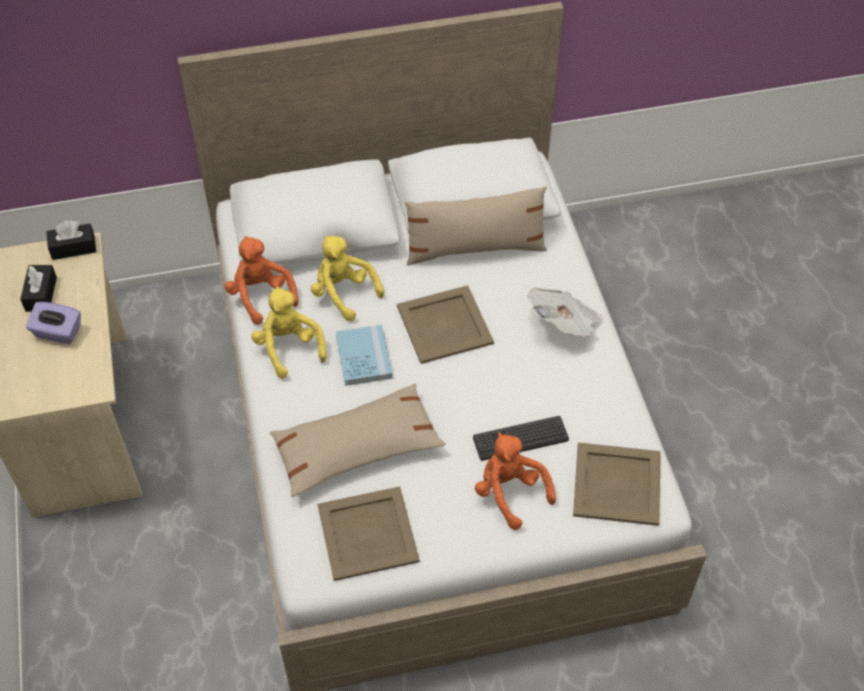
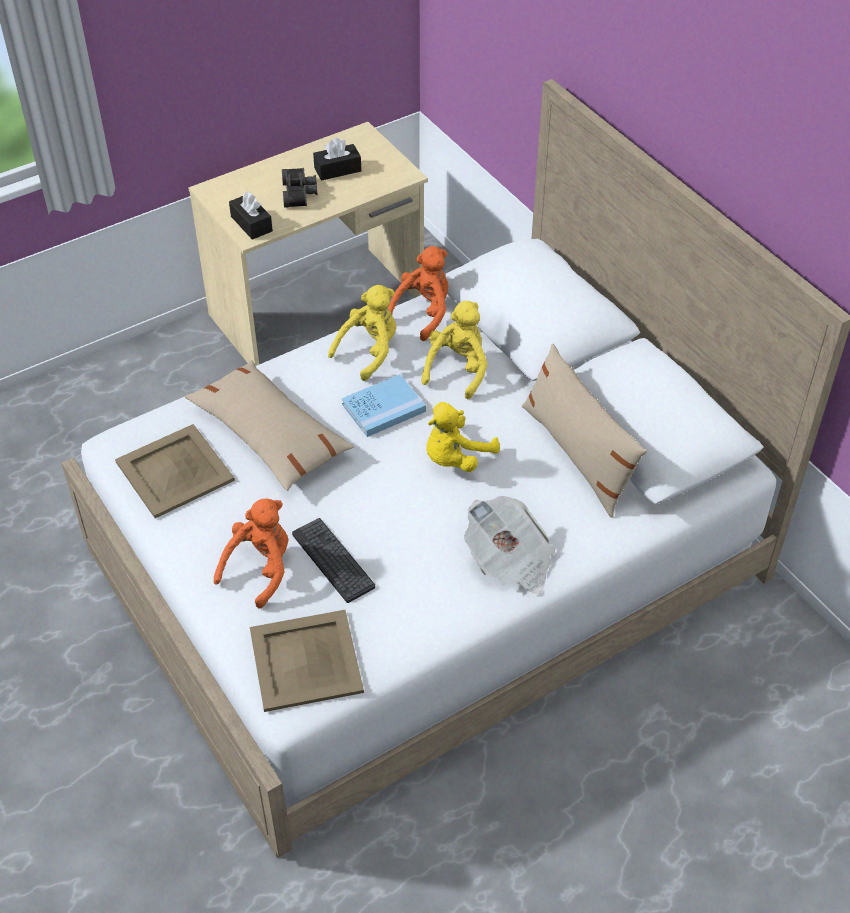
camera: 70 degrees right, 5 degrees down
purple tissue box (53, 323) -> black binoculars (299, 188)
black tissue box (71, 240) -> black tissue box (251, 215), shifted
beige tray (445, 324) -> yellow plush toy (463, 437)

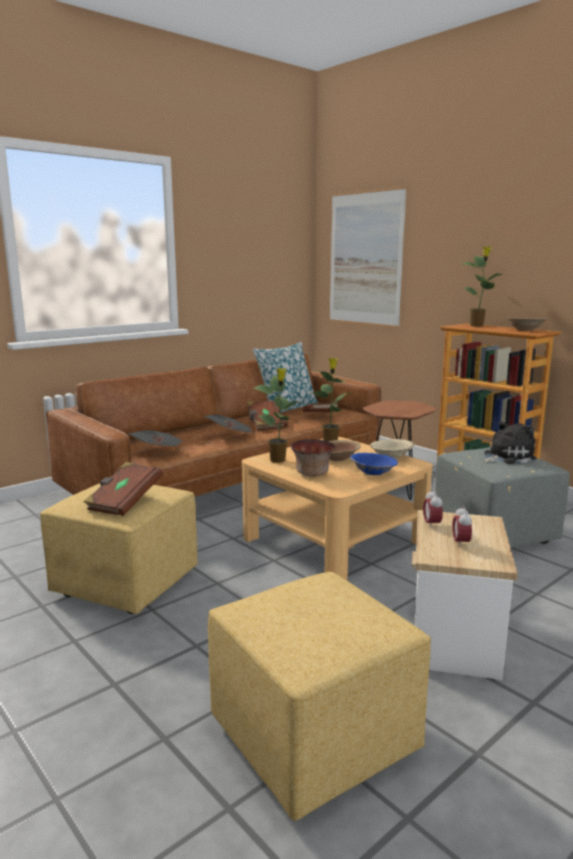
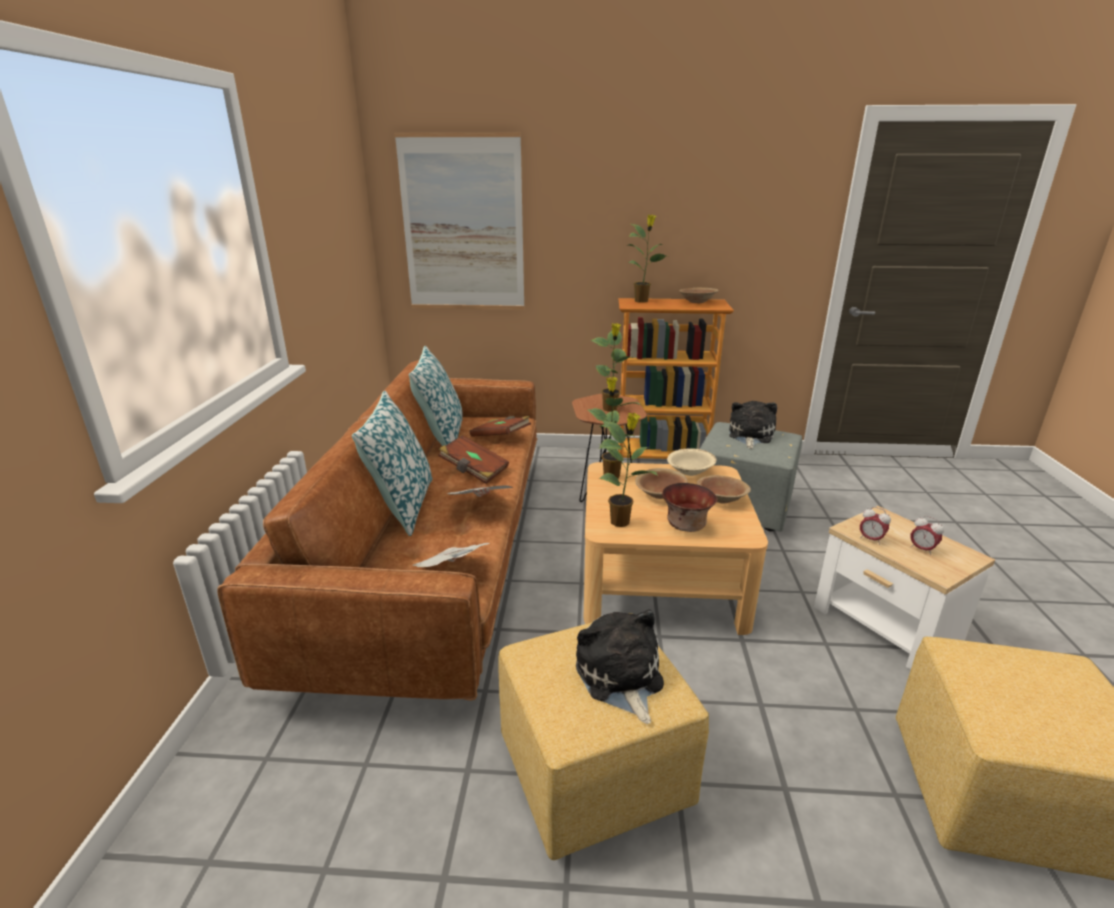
camera: 45 degrees left, 10 degrees up
brown book (123, 489) -> plush toy (620, 666)
blue bowl (374, 464) -> brown bowl (724, 489)
none -> pillow (392, 463)
none -> potted plant (612, 367)

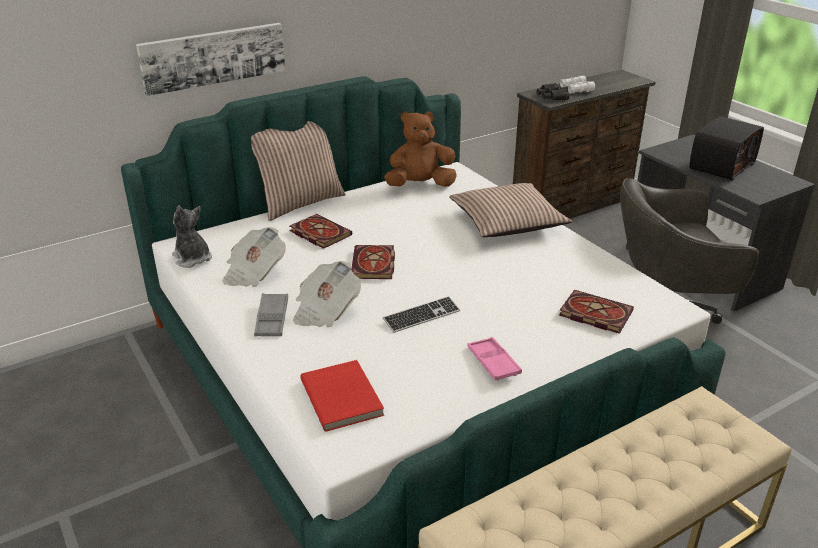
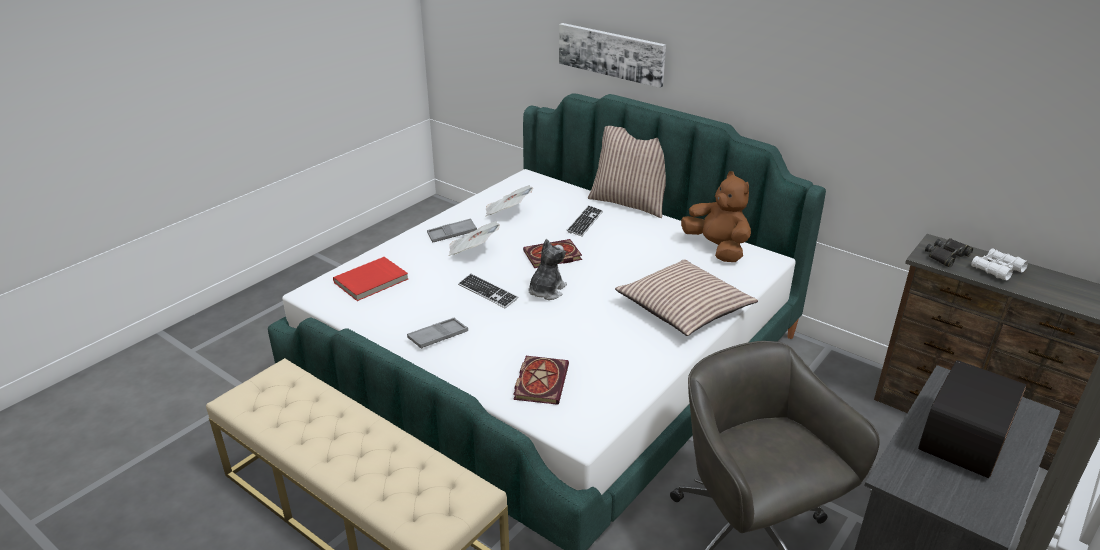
camera: 70 degrees right, 0 degrees up
plush toy (192, 236) -> plush toy (547, 269), shifted
book (320, 231) -> keyboard (584, 221)
pink tray (494, 358) -> grey tray (437, 333)
radio (726, 148) -> radio (972, 419), 105 degrees clockwise

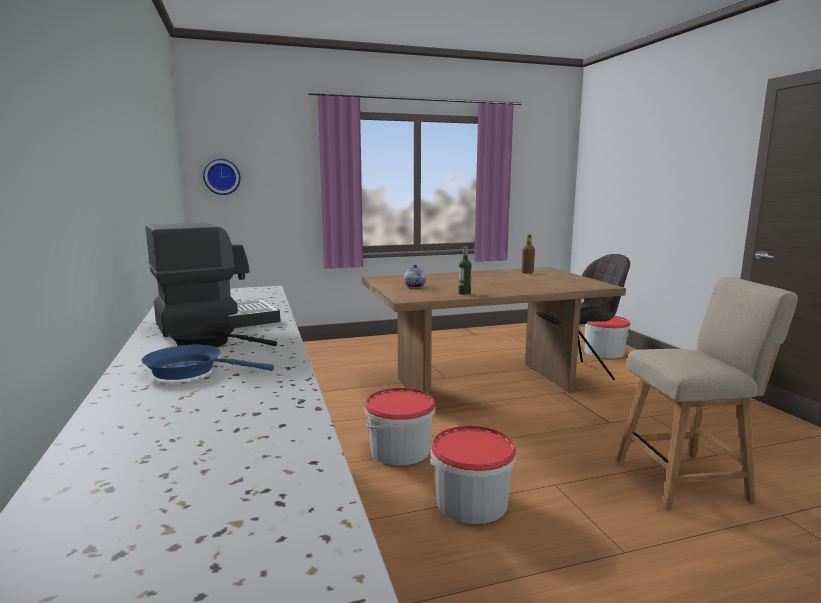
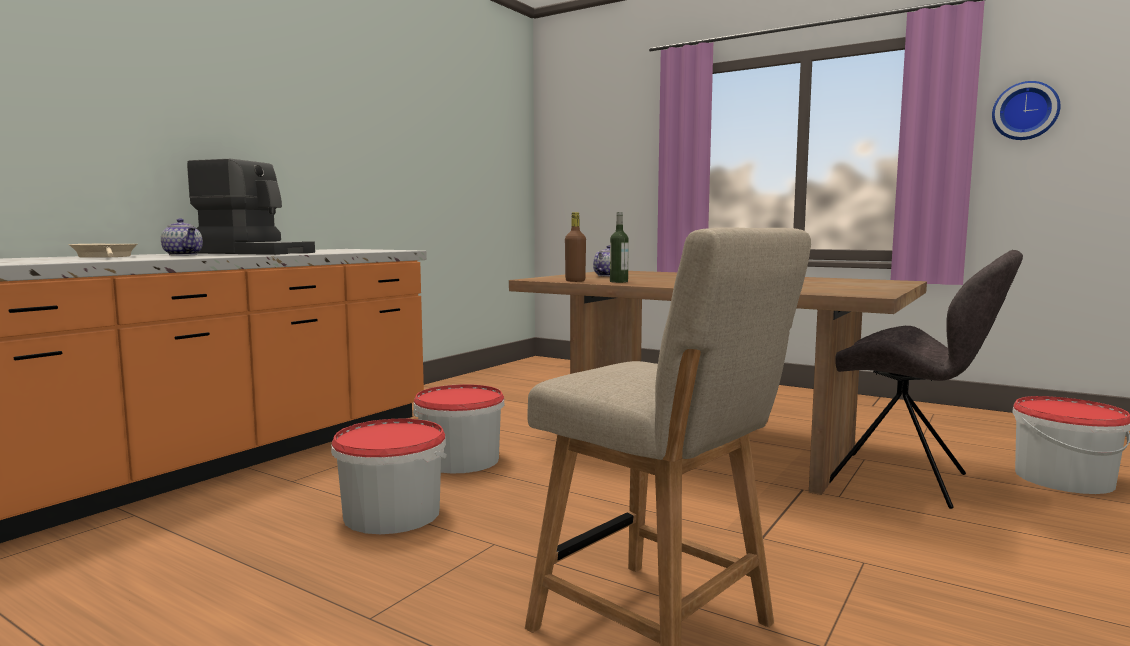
camera: 50 degrees right, 5 degrees down
blue frying pan (208, 362) -> beige frying pan (103, 251)
black frying pan (222, 334) -> teapot (182, 237)
wall clock (222, 177) -> wall clock (1026, 110), shifted
brown bottle (528, 254) -> brown bottle (575, 247), shifted

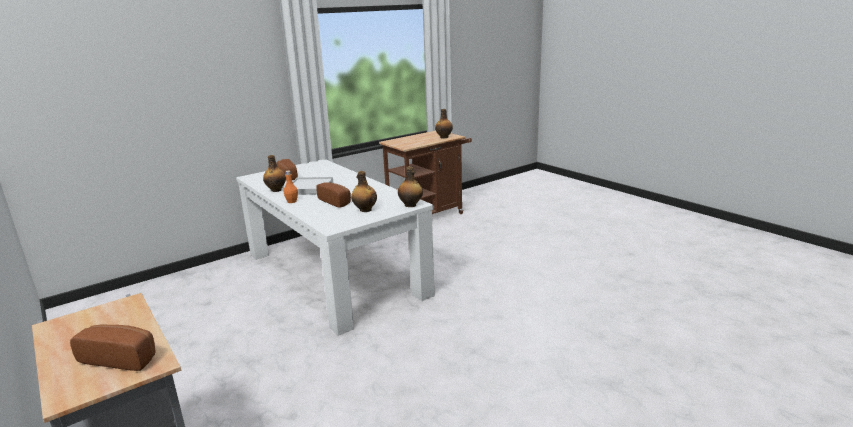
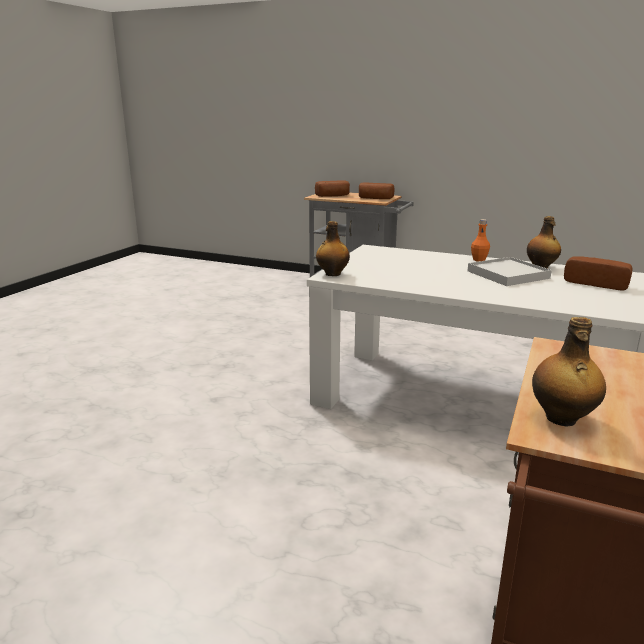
camera: 150 degrees right, 0 degrees up
bread (333, 195) -> bread (377, 191), shifted
bottle (364, 191) -> none

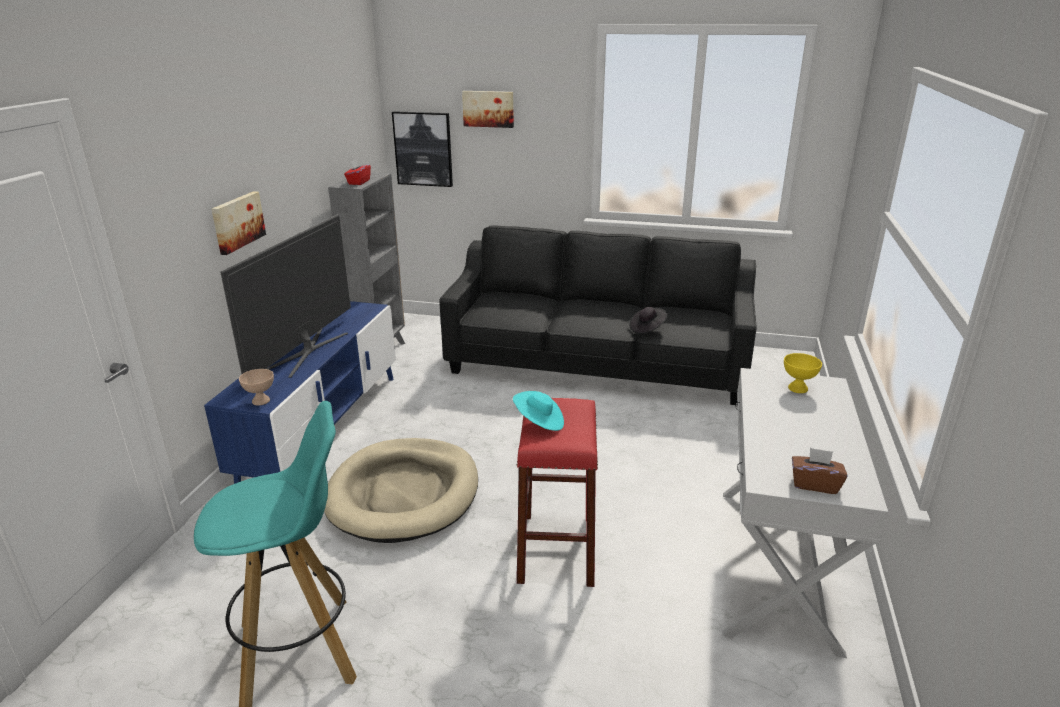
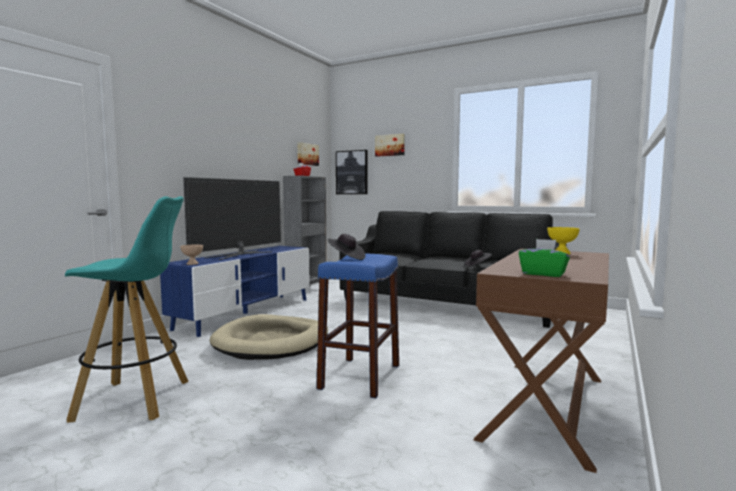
camera: 15 degrees right, 20 degrees down
picture (238, 223) -> picture (308, 154), shifted
turquoise hat (538, 411) -> black hat (347, 247)
red stool (557, 492) -> blue stool (357, 325)
white console table (805, 513) -> brown console table (541, 361)
brown tissue box (819, 471) -> green tissue box (544, 258)

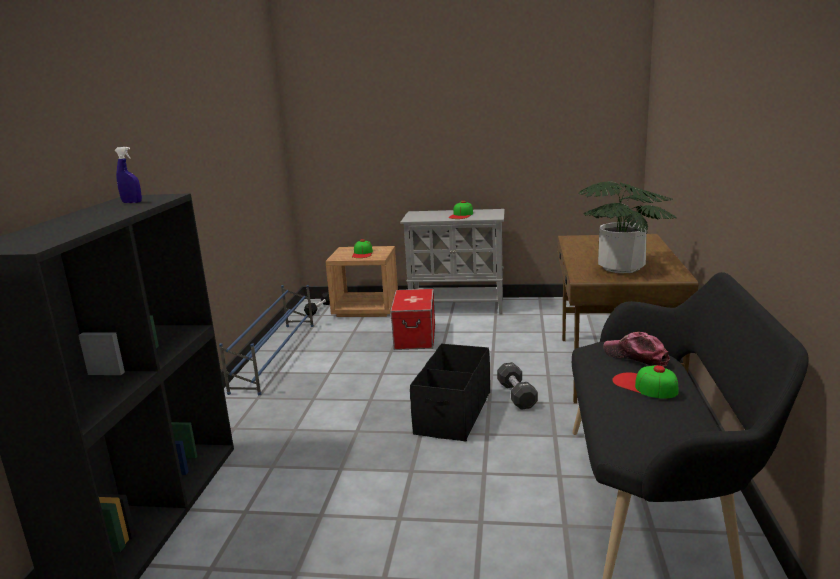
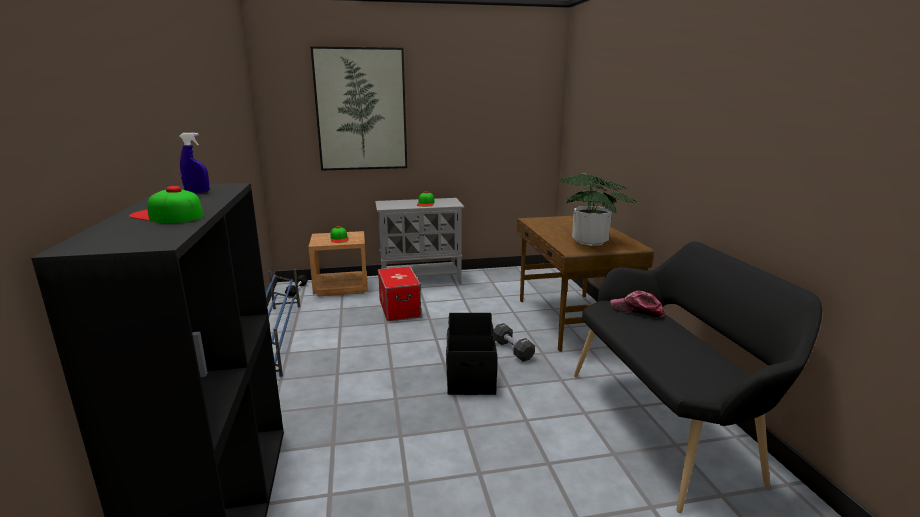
camera: 20 degrees left, 0 degrees up
cap (645, 382) -> cap (166, 204), shifted
none -> picture (358, 108)

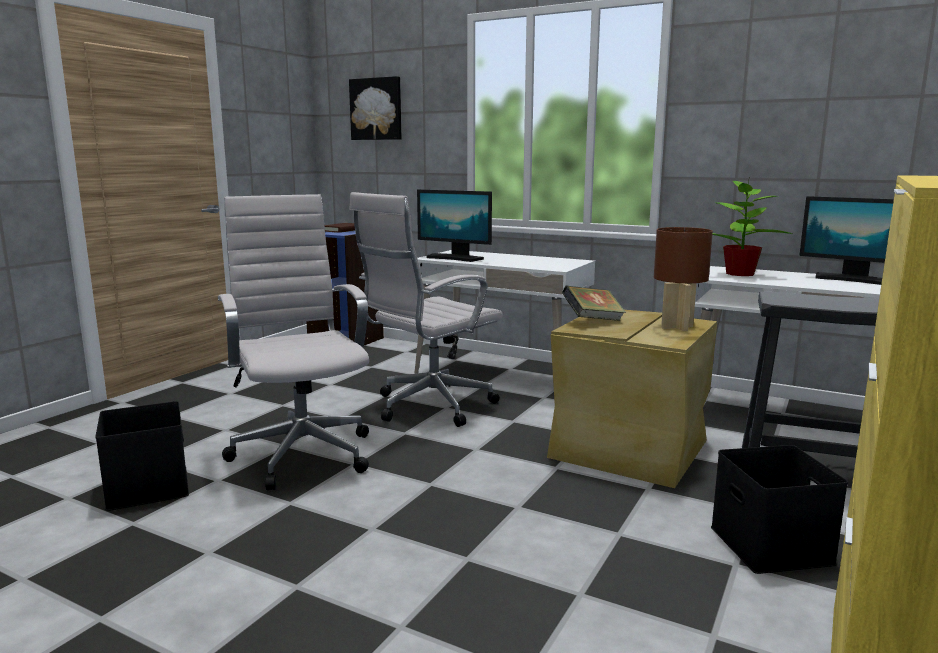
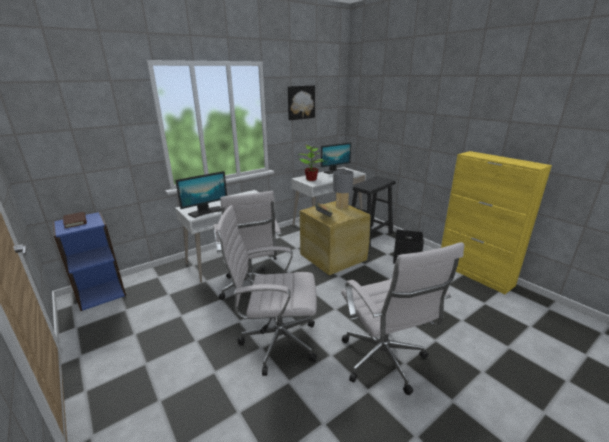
camera: 65 degrees left, 10 degrees up
black storage box (142, 456) -> none
picture (375, 108) -> picture (301, 102), shifted
brown table lamp (683, 279) -> grey table lamp (343, 190)
none -> white office chair (402, 318)

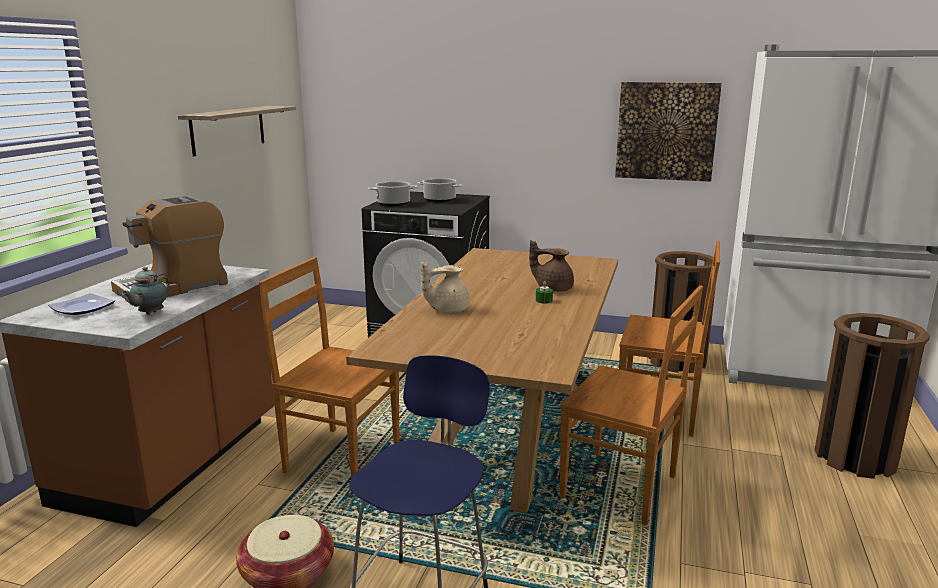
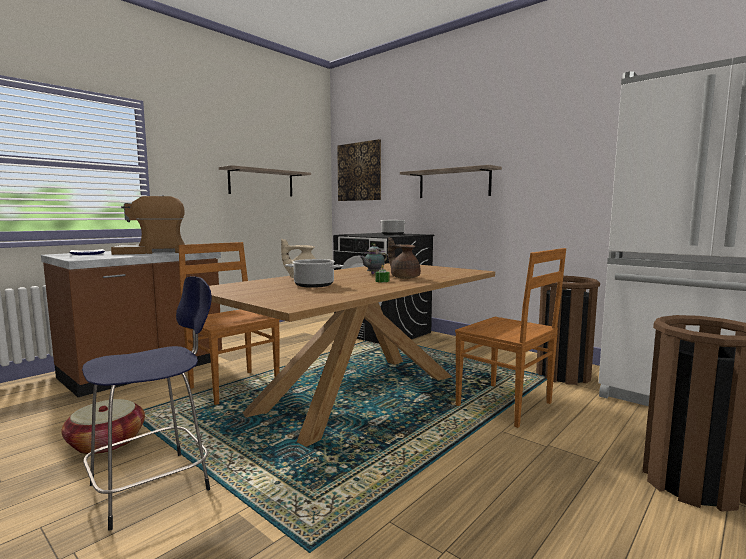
camera: 25 degrees right, 10 degrees down
teapot (146, 291) -> teapot (373, 259), shifted
cooking pot (393, 193) -> cooking pot (314, 273), shifted
brown chair (631, 405) -> none
picture (668, 132) -> picture (359, 170), shifted
none -> shelf (451, 181)

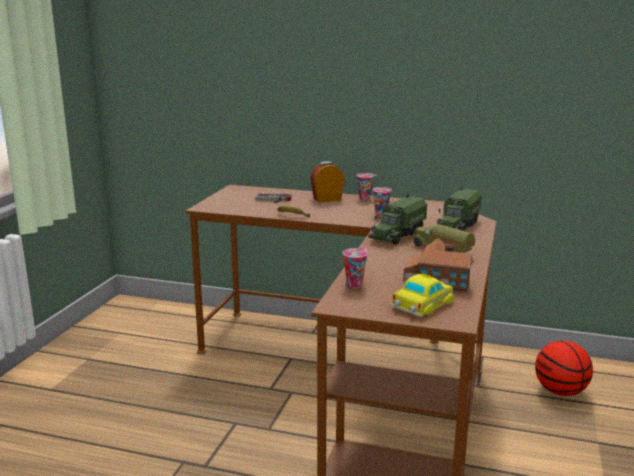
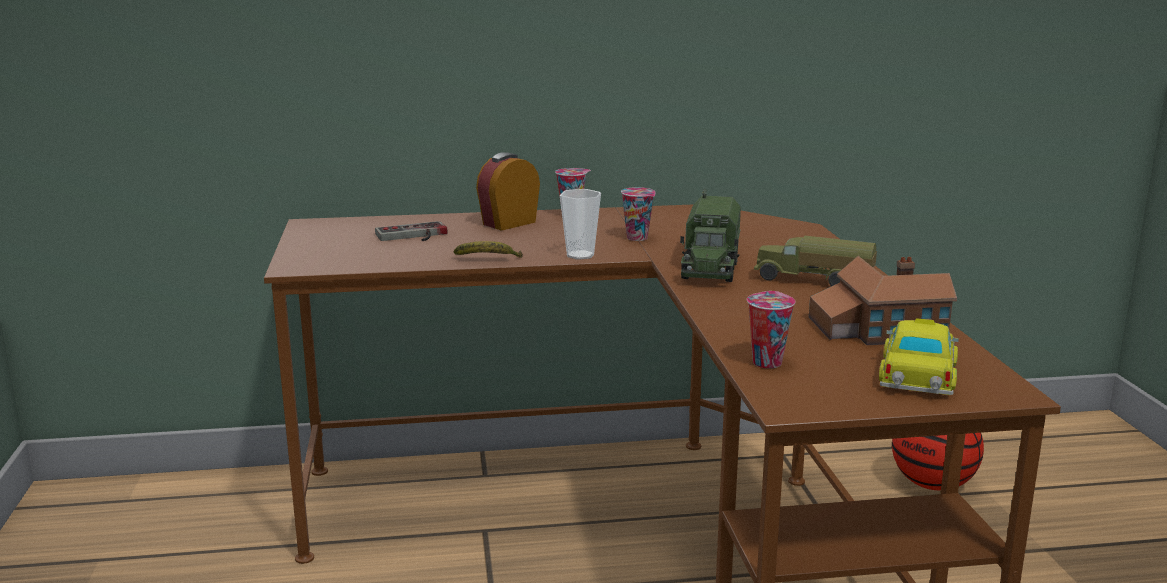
camera: 25 degrees left, 0 degrees up
toy truck (458, 208) -> none
none -> cup (580, 224)

